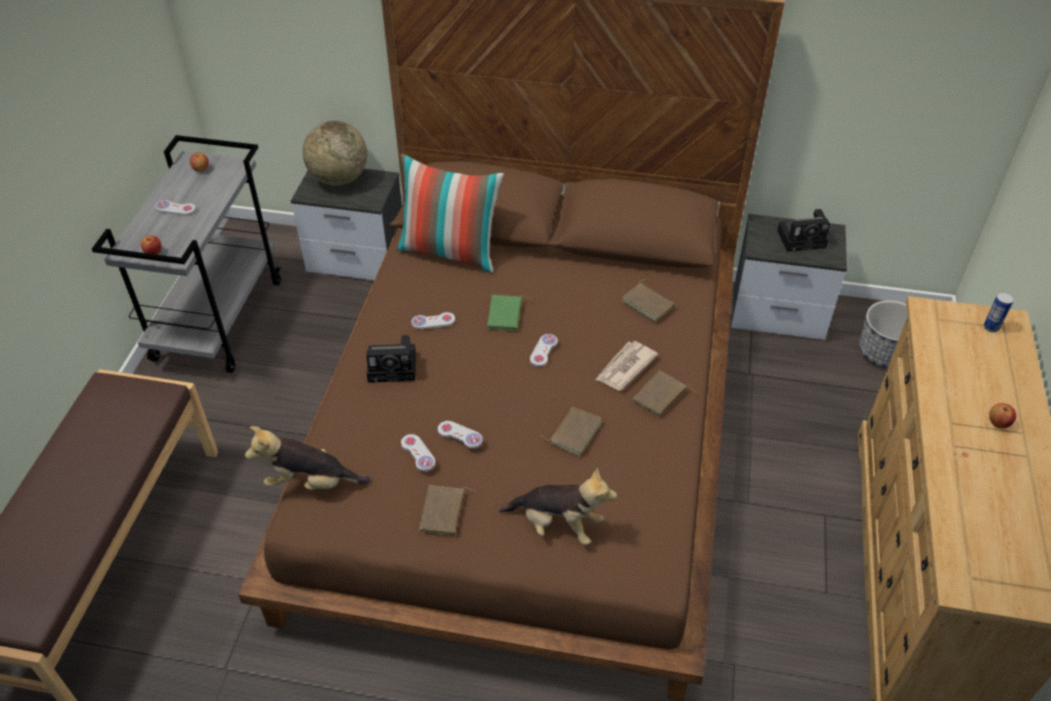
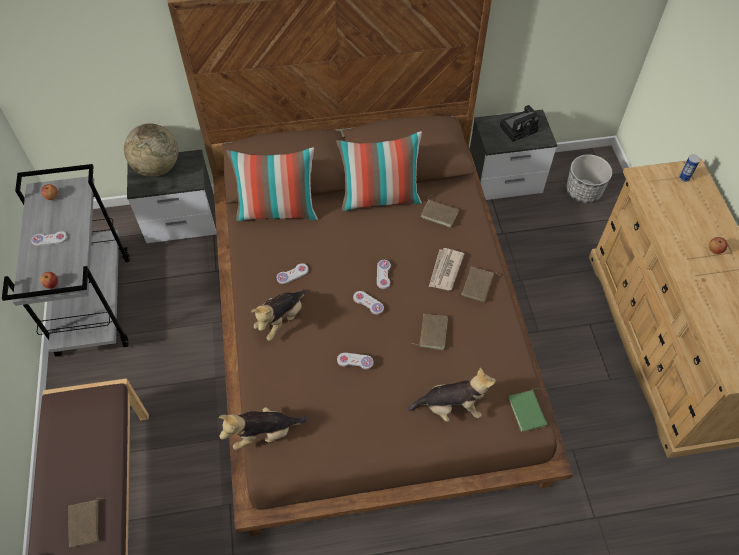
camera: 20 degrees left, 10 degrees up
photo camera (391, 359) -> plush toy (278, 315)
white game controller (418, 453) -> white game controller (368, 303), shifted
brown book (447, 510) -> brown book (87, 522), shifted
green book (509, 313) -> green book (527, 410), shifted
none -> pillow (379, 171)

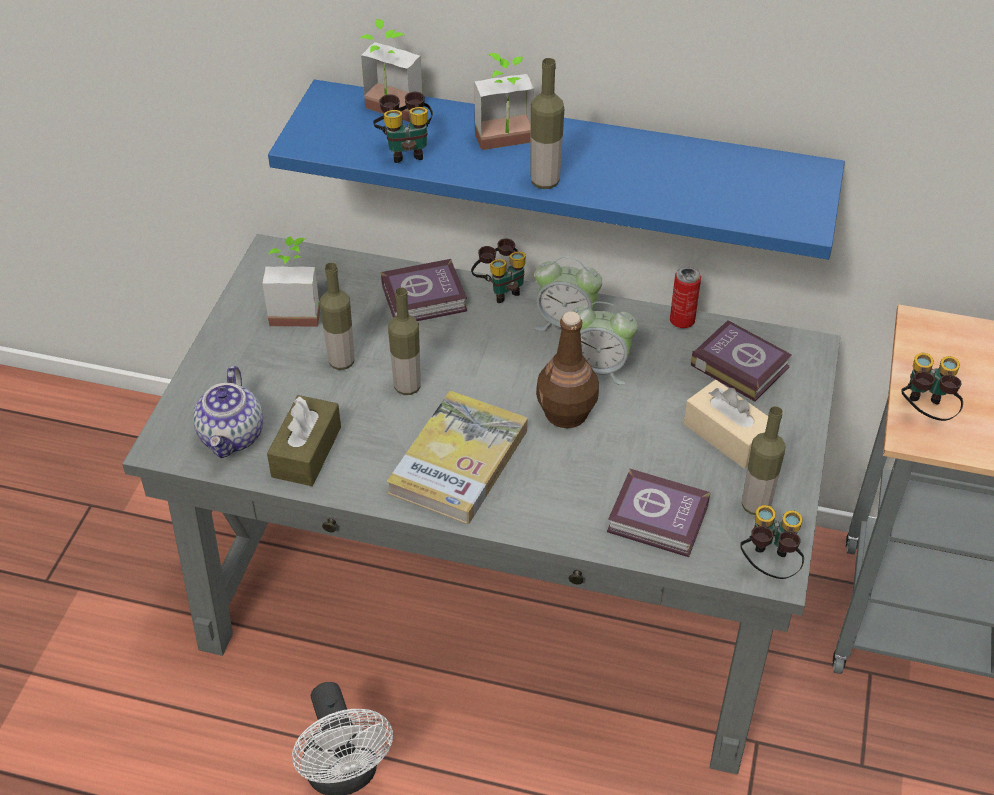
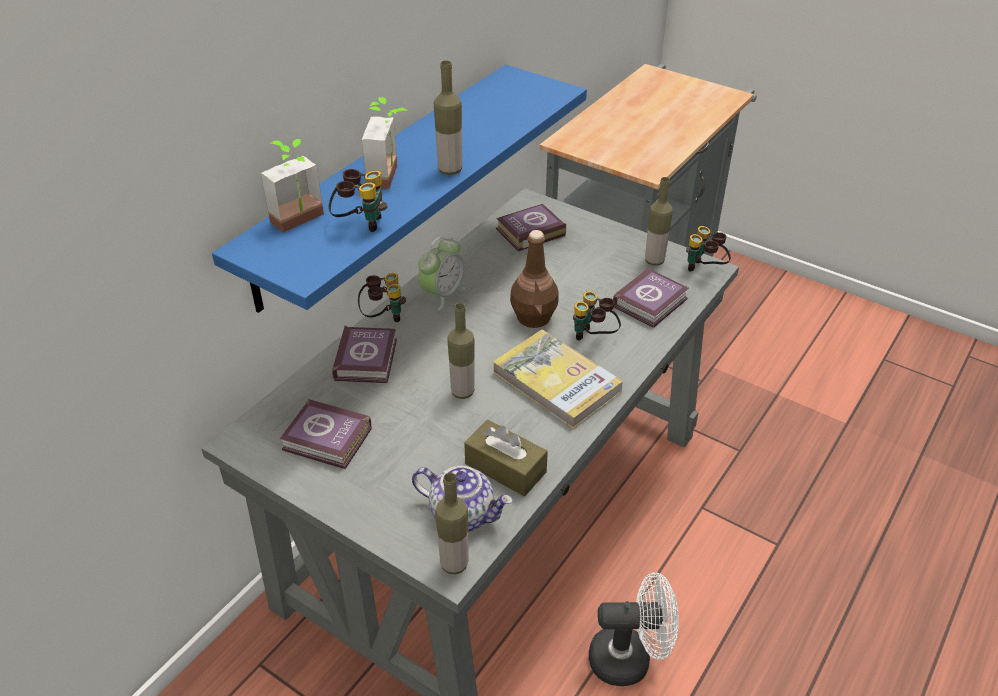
camera: 70 degrees left, 5 degrees down
potted plant (291, 281) -> book (325, 434)
bottle (337, 316) -> bottle (451, 523), shifted
alarm clock (605, 343) -> none
can (685, 297) -> none
beige tissue box (726, 424) -> none
binoculars (932, 387) -> binoculars (597, 315), shifted

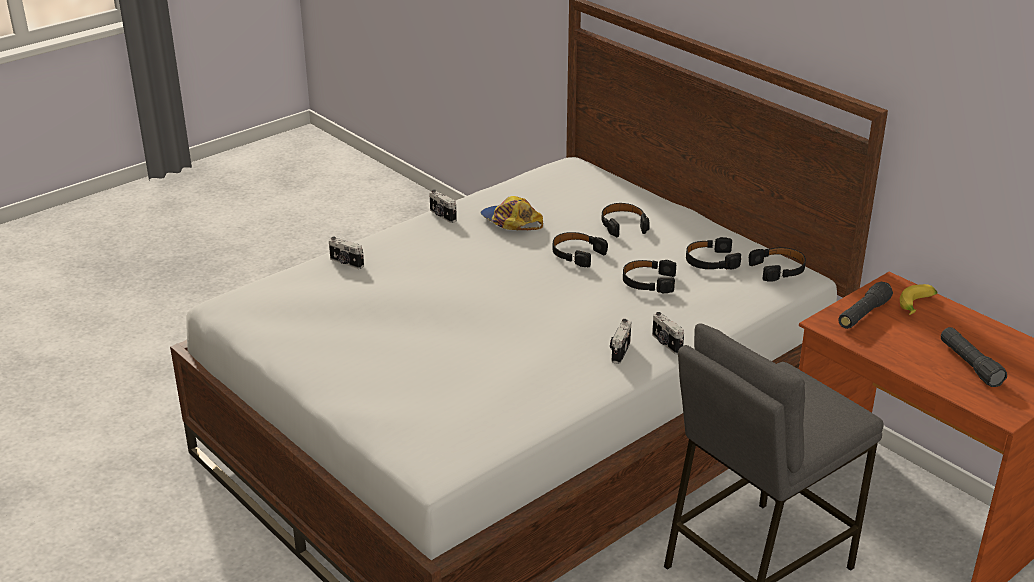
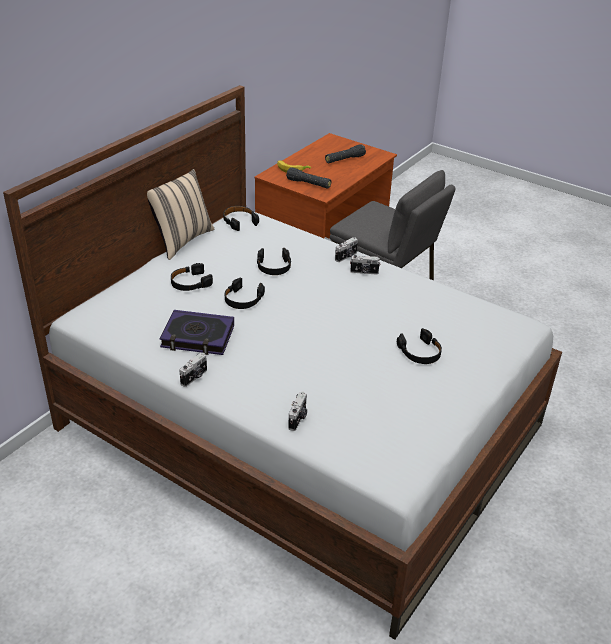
camera: 105 degrees left, 5 degrees up
cap (511, 213) -> book (197, 332)
black headphones (713, 253) -> black headphones (419, 346), shifted
none -> beige pillow (180, 214)

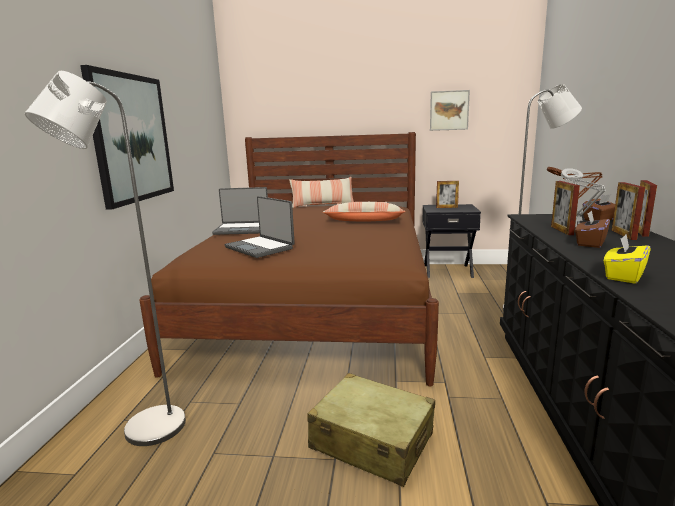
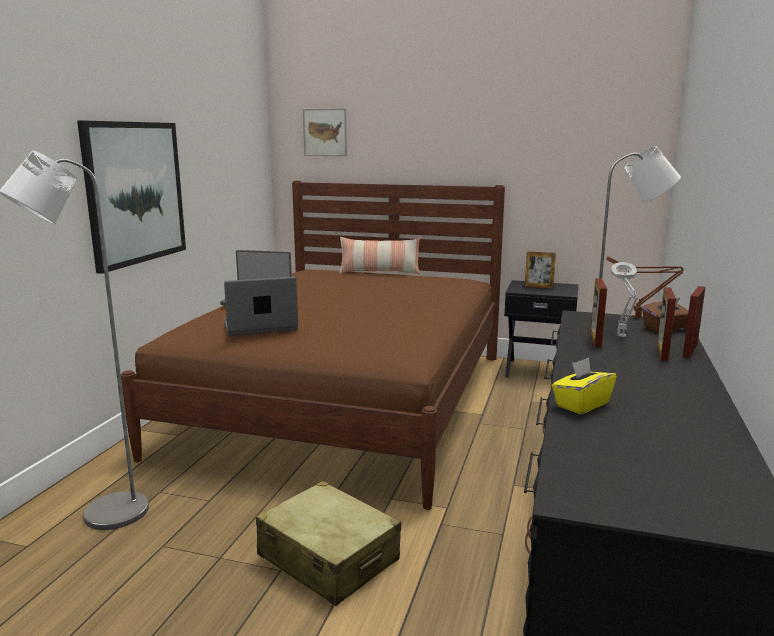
camera: 10 degrees right, 0 degrees up
laptop (259, 227) -> laptop (261, 306), 105 degrees clockwise
pillow (364, 212) -> none
picture (450, 110) -> picture (325, 132), shifted
brown tissue box (592, 229) -> none

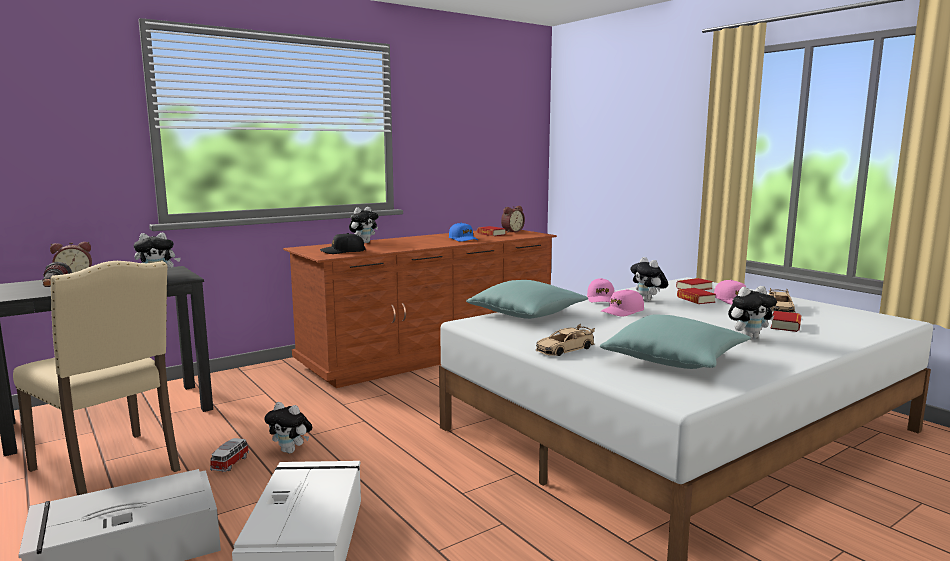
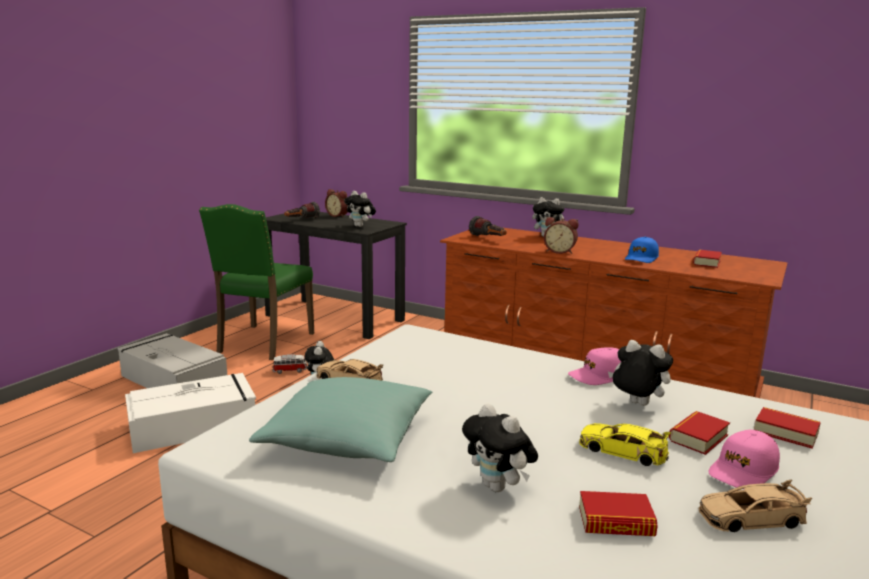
camera: 65 degrees right, 5 degrees up
beige chair (97, 378) -> green chair (256, 282)
black cap (342, 243) -> flashlight (488, 226)
turquoise pillow (527, 299) -> none
alarm clock (513, 219) -> alarm clock (561, 235), shifted
pink cap (622, 302) -> none
plush toy (649, 279) -> plush toy (640, 373), 75 degrees clockwise
none -> yellow toy car (625, 444)

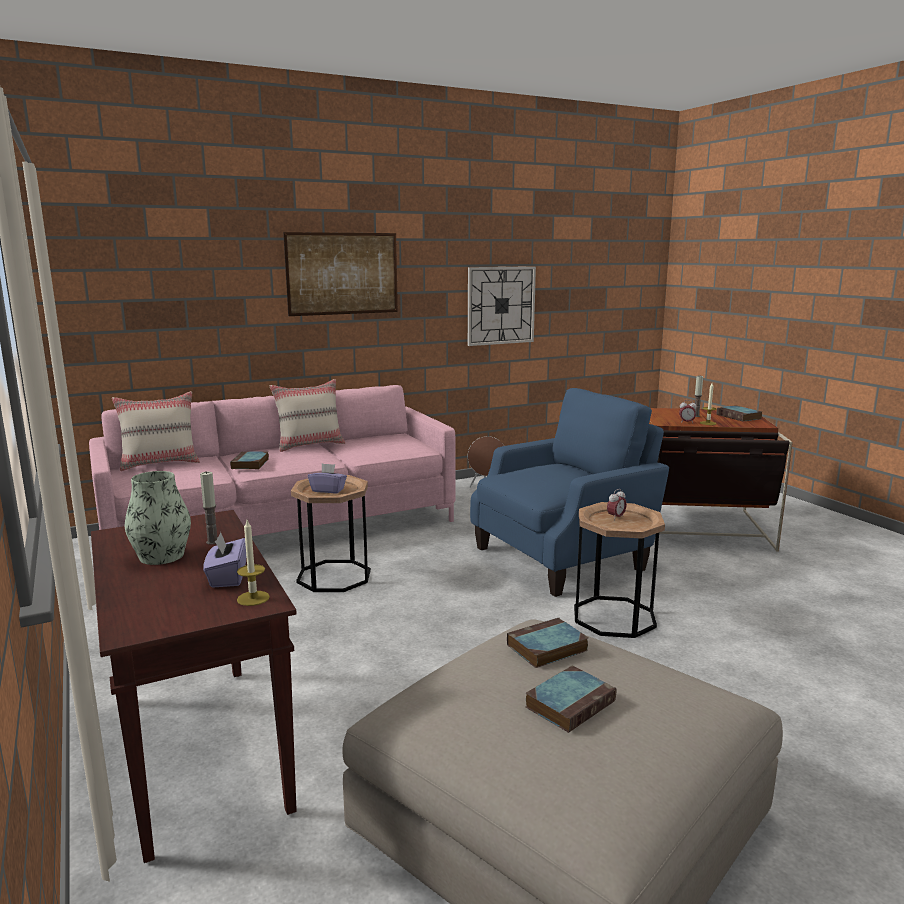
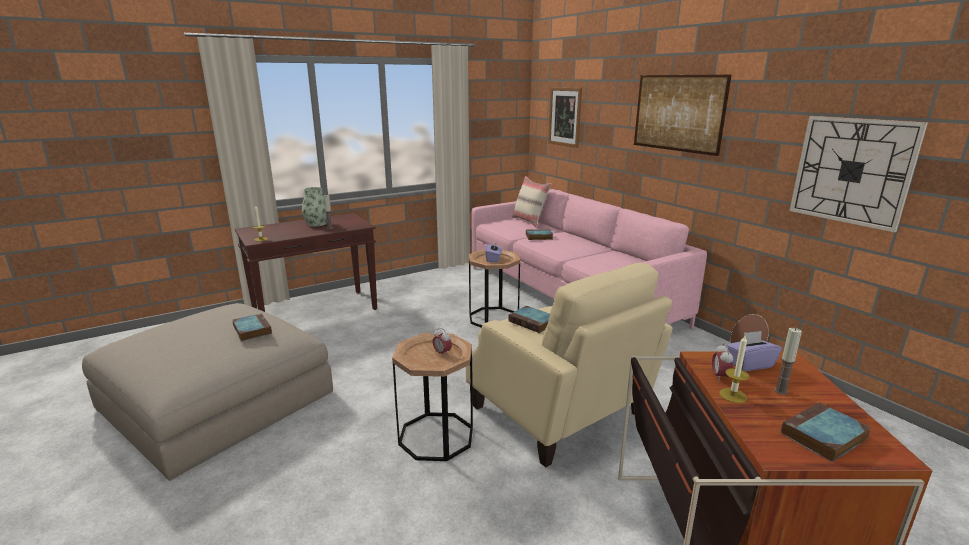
camera: 85 degrees right, 5 degrees up
purple tissue box (224, 560) -> purple tissue box (754, 351), shifted
beige pillow (307, 415) -> none
blue armchair (569, 492) -> beige armchair (569, 365)
book (571, 699) -> book (529, 319), shifted
none -> picture (565, 117)

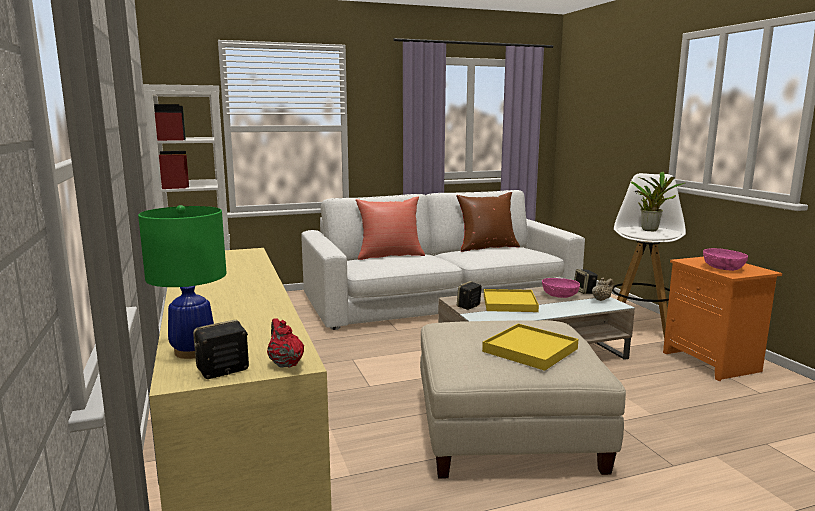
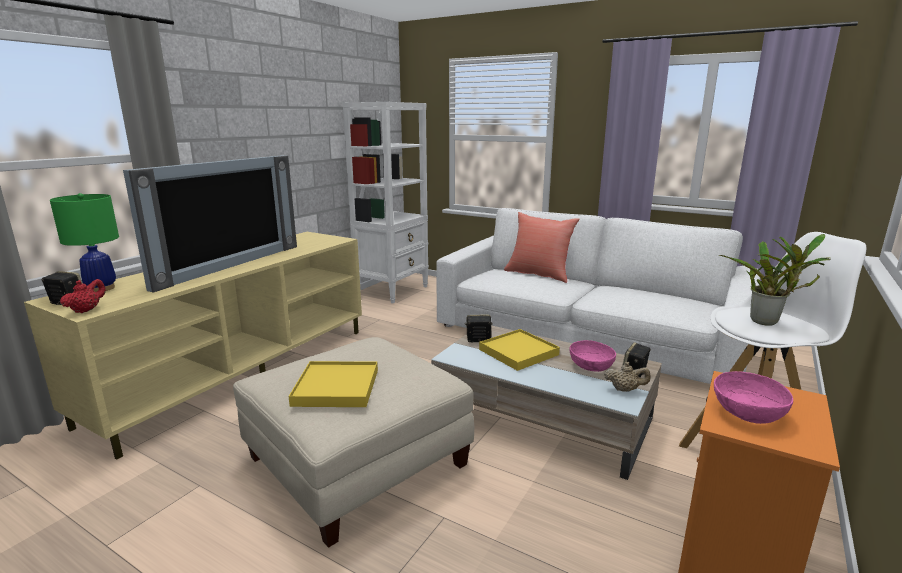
camera: 50 degrees right, 5 degrees up
brown pillow (488, 222) -> none
none -> television (210, 224)

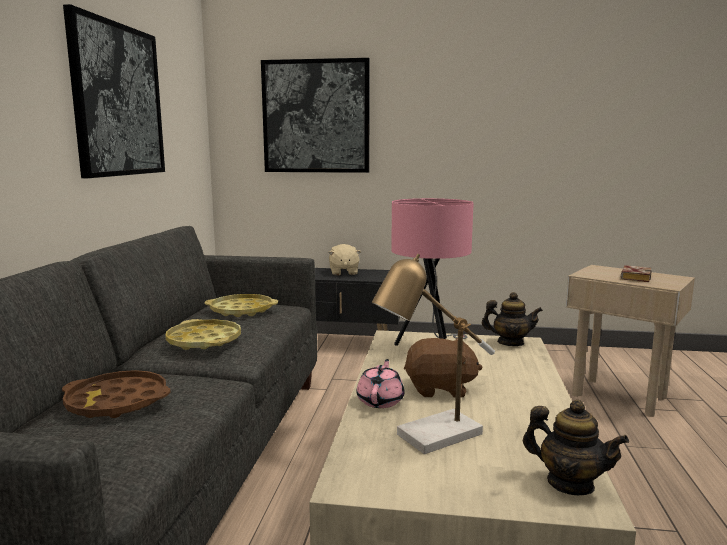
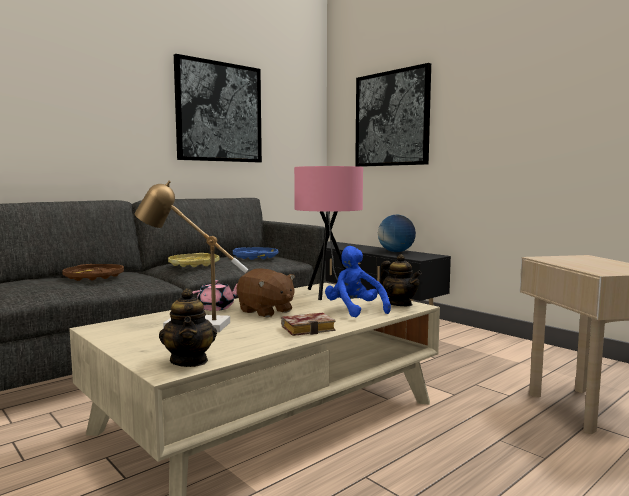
camera: 40 degrees right, 5 degrees down
yellow tray (241, 305) -> blue tray (255, 253)
beige plush toy (344, 260) -> globe (397, 233)
book (636, 273) -> book (308, 324), shifted
none -> blue plush toy (358, 281)

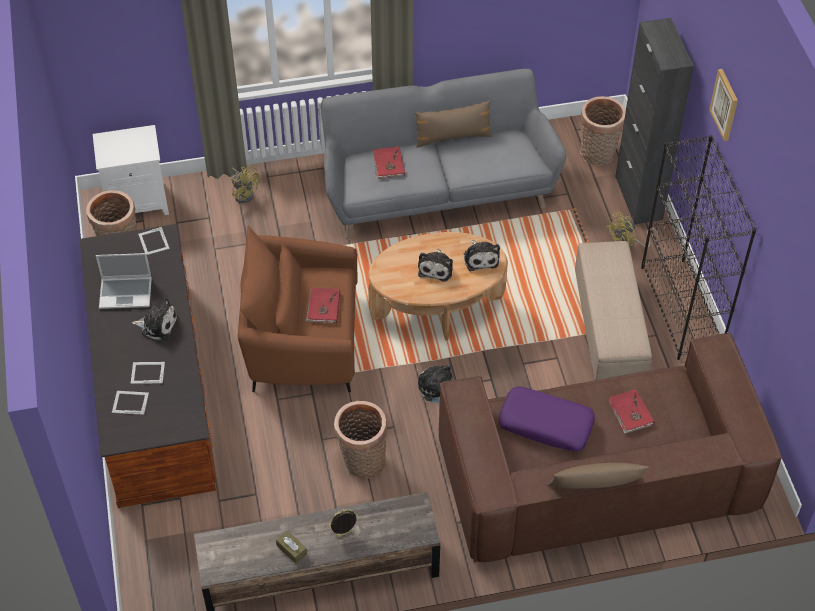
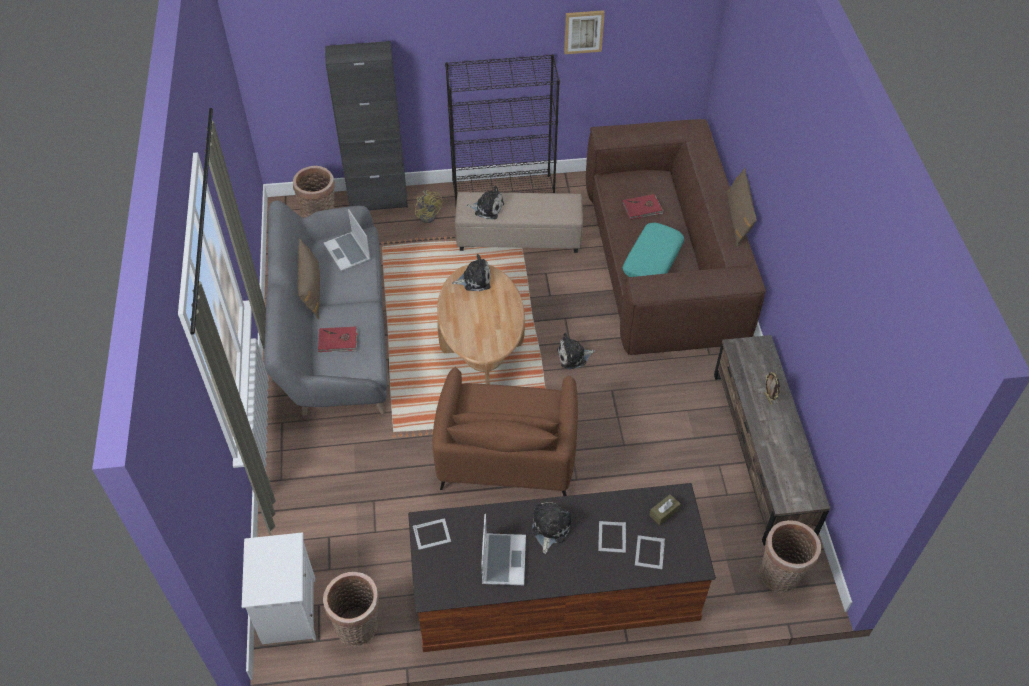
camera: 85 degrees left, 0 degrees up
yellow fan (245, 185) -> none
brown tissue box (291, 547) -> brown tissue box (665, 509), shifted
red book (322, 305) -> none
basket (361, 440) -> basket (790, 556), shifted
plush toy (435, 265) -> plush toy (485, 202), shifted
purple pillow (547, 419) -> turquoise pillow (653, 250)
picture (723, 105) -> picture (584, 32), shifted
none -> laptop (347, 240)

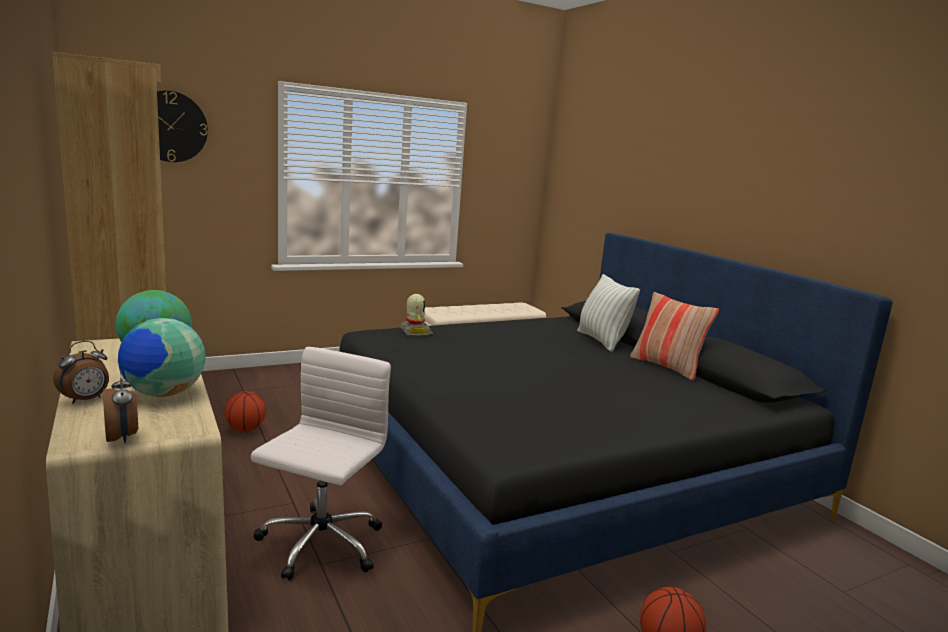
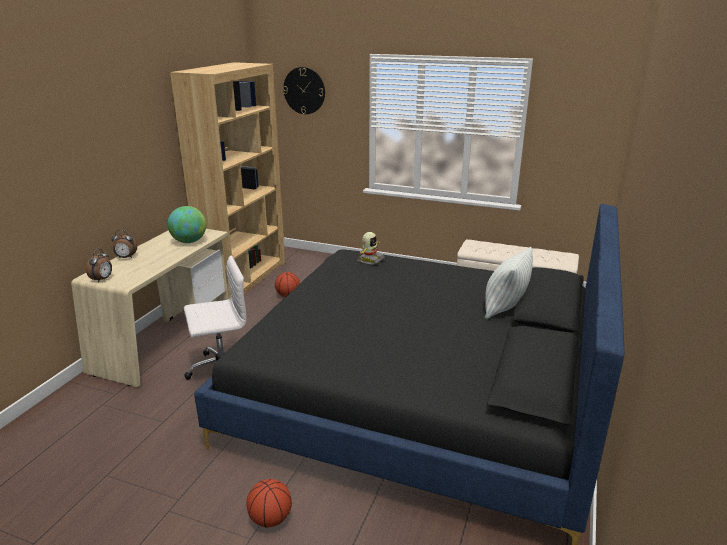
camera: 50 degrees right, 10 degrees up
globe (161, 357) -> none
pillow (674, 336) -> none

